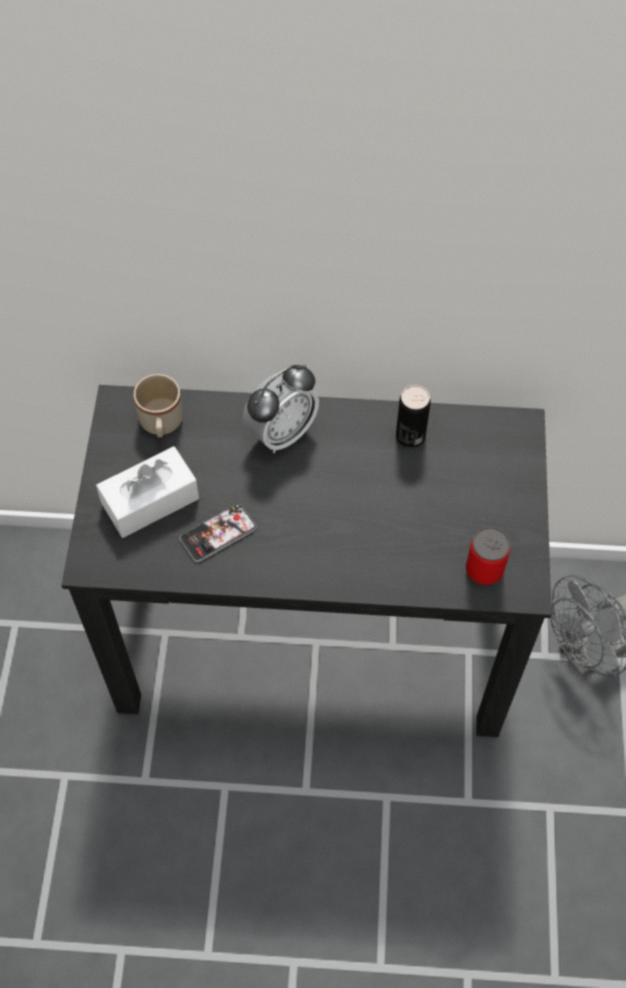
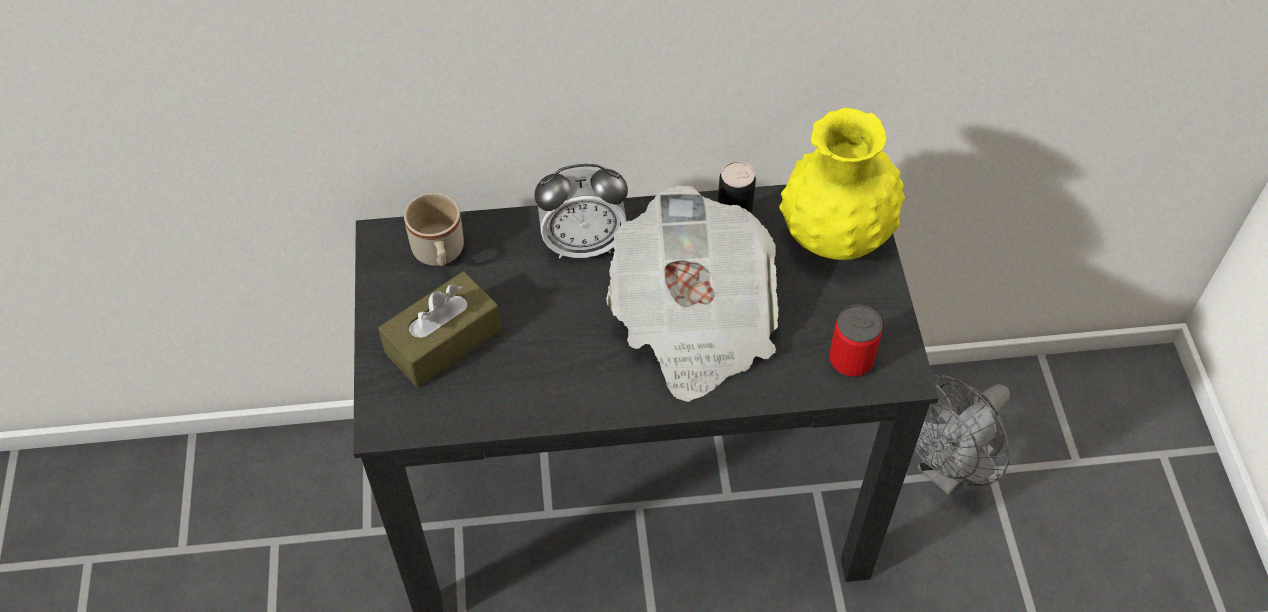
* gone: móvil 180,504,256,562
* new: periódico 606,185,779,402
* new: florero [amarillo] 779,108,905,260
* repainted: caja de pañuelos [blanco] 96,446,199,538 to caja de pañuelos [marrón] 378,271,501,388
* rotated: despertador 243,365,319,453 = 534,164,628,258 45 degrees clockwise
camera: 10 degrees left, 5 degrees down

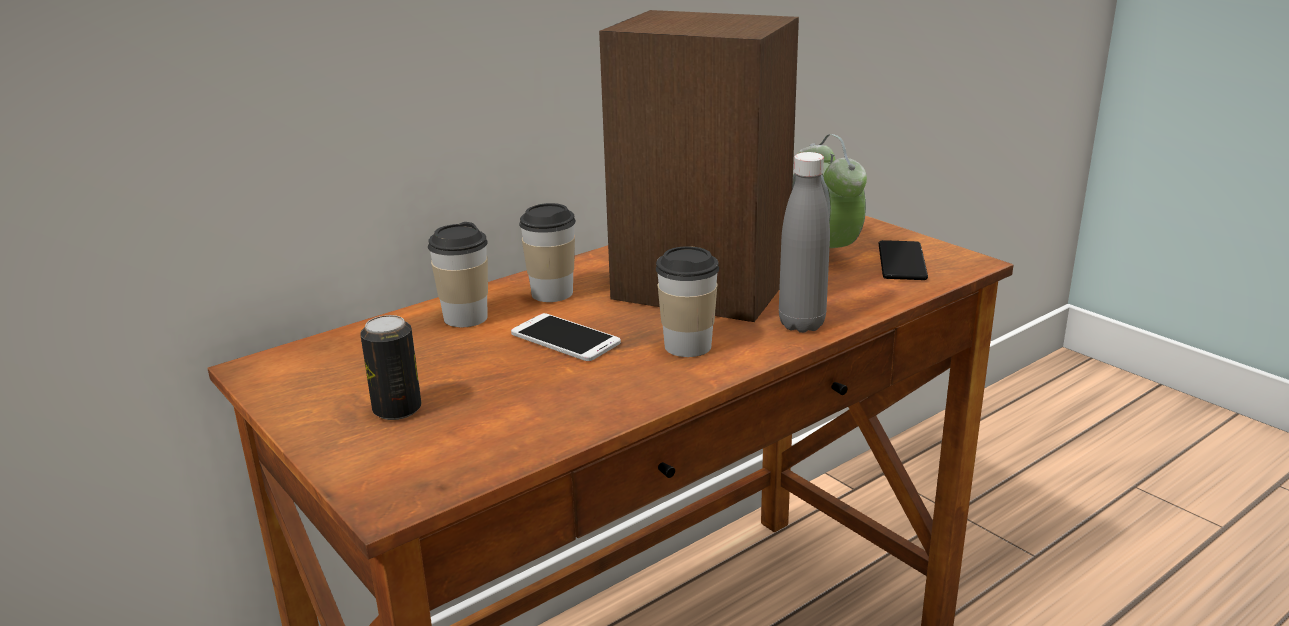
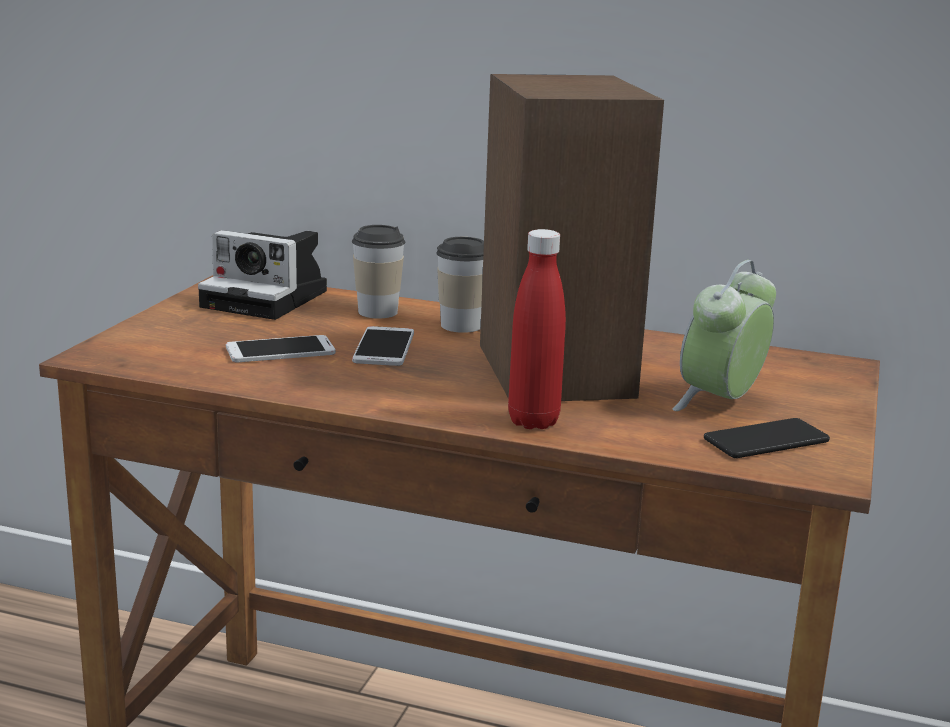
* gone: lata 360,315,421,420
* gone: taza 656,246,719,357
* new: cámara 198,230,327,320
* new: móvil 226,335,336,362
* repainted: botella [gris] 779,152,830,333 to botella [rojo] 508,229,566,429
camera: 55 degrees right, 5 degrees down

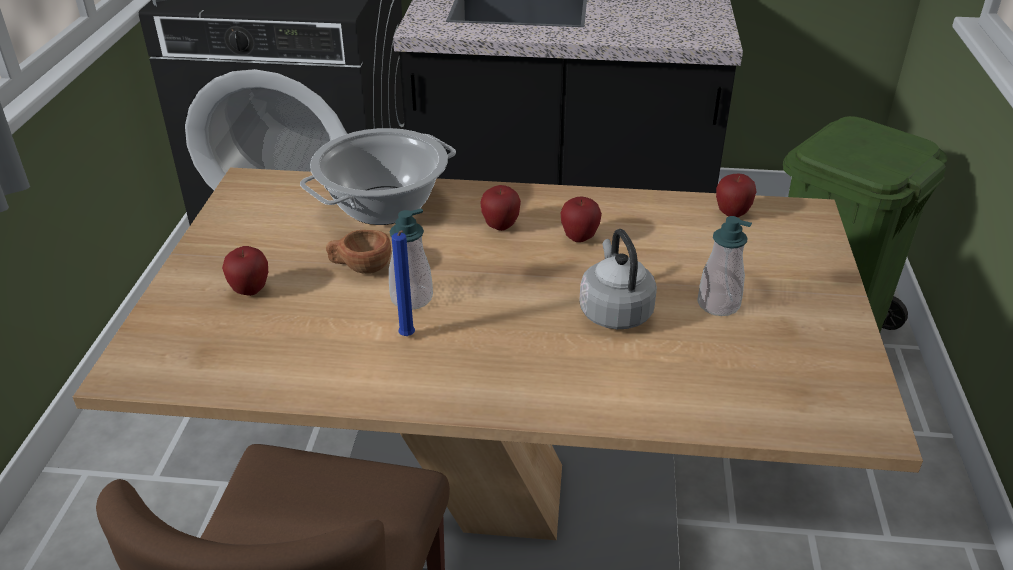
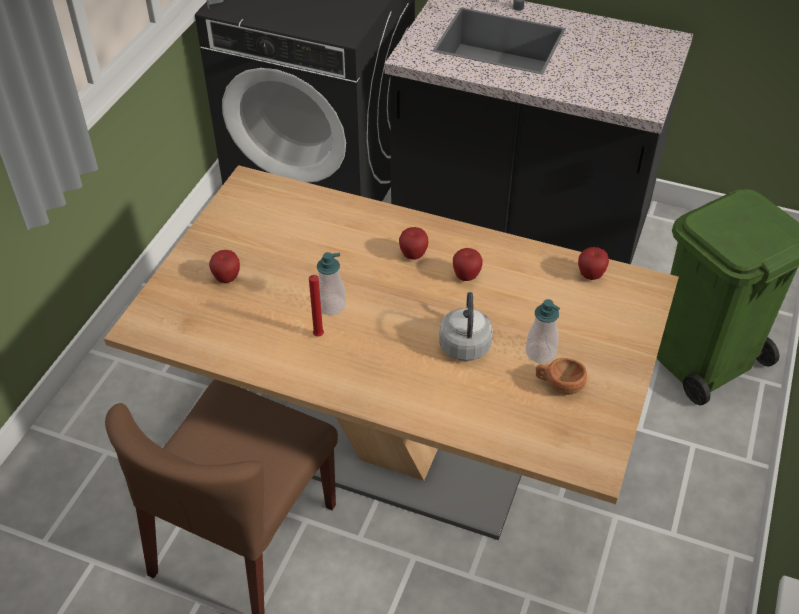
* gone: olla 300,128,456,225
* shifted: taza [marrón] 326,230,391,274 to 536,358,587,395
* repainted: vela [azul] 392,230,415,336 to vela [rojo] 309,275,324,337
camera: 15 degrees right, 10 degrees up

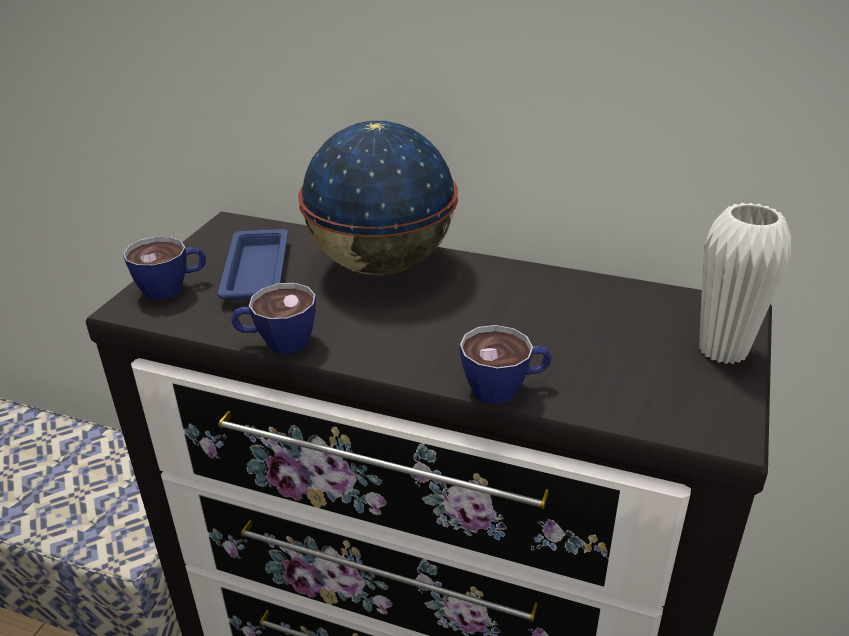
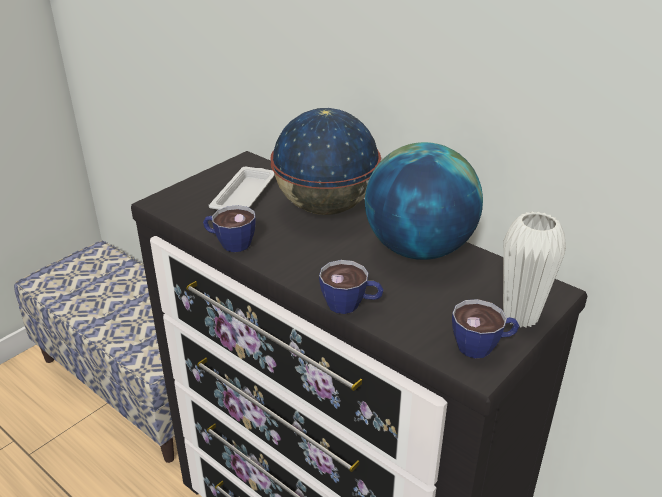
* new: globo terráqueo 365,142,483,260
* shifted: taza 123,236,206,300 to 452,299,519,358
* repainted: bandeja [azul] 217,229,288,301 to bandeja [blanco] 209,167,275,210
camera: 20 degrees right, 0 degrees up

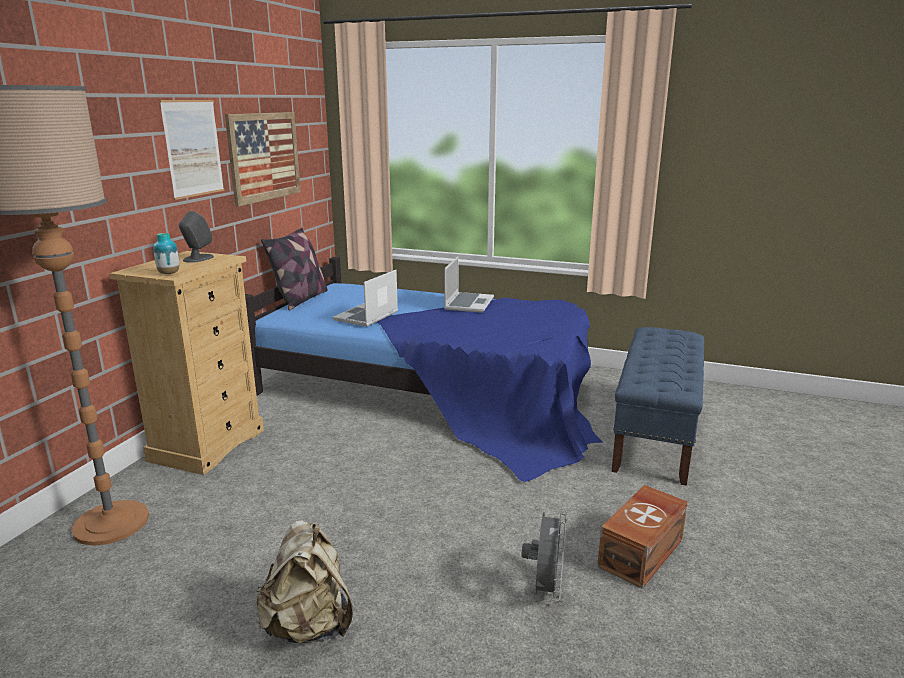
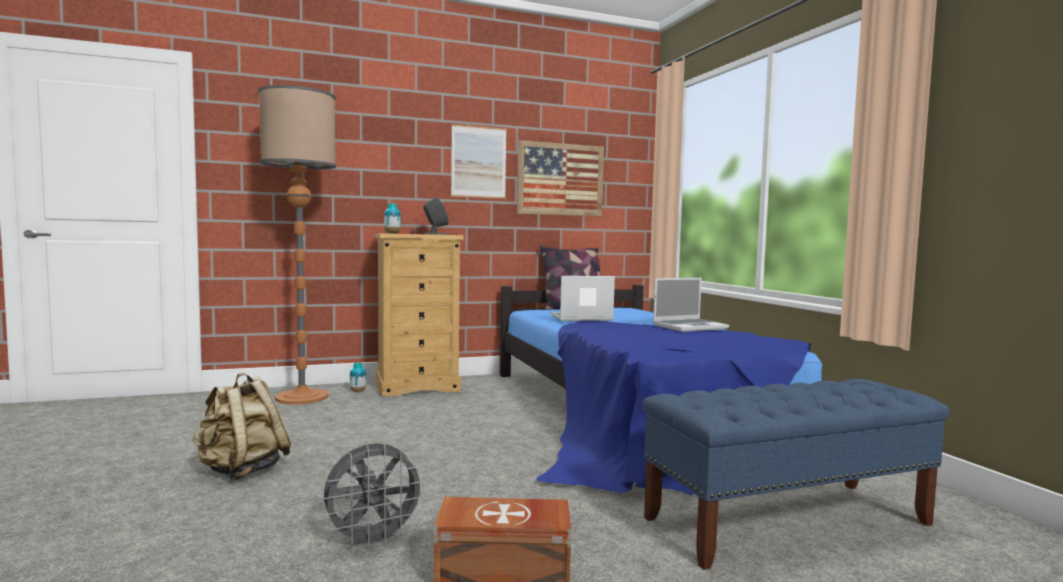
* new: florero 350,362,366,392
camera: 50 degrees right, 15 degrees down

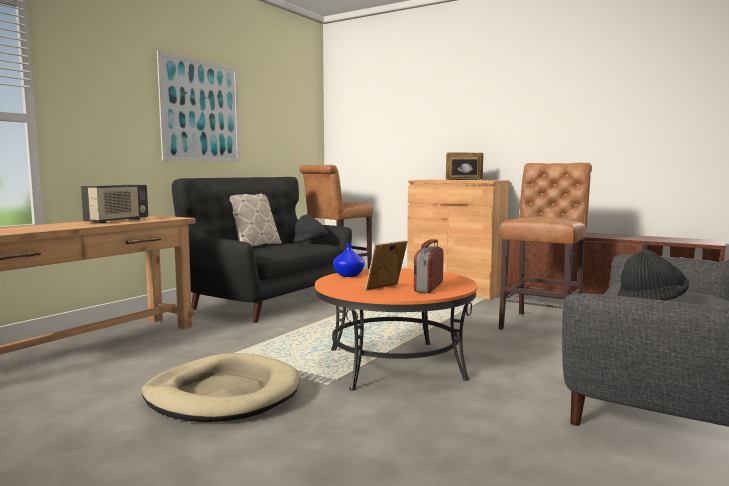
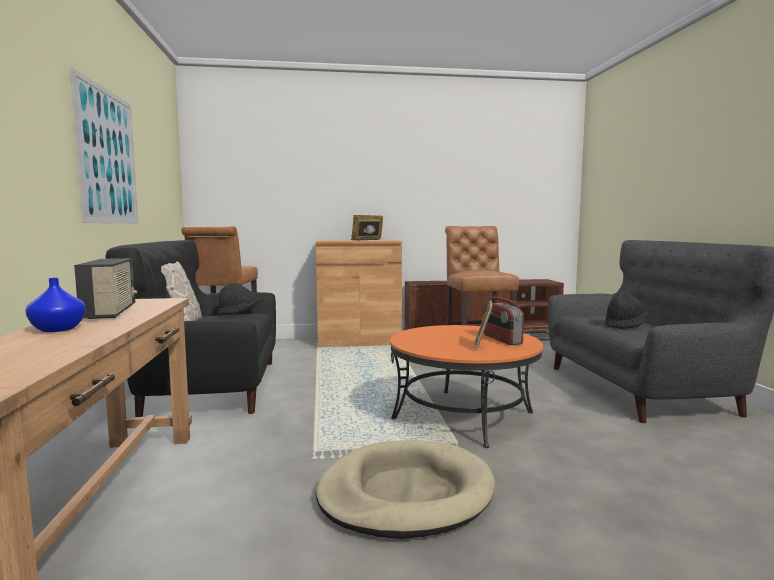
* shifted: florero [azul] 333,243,365,277 to 25,278,85,332
camera: 40 degrees left, 0 degrees up

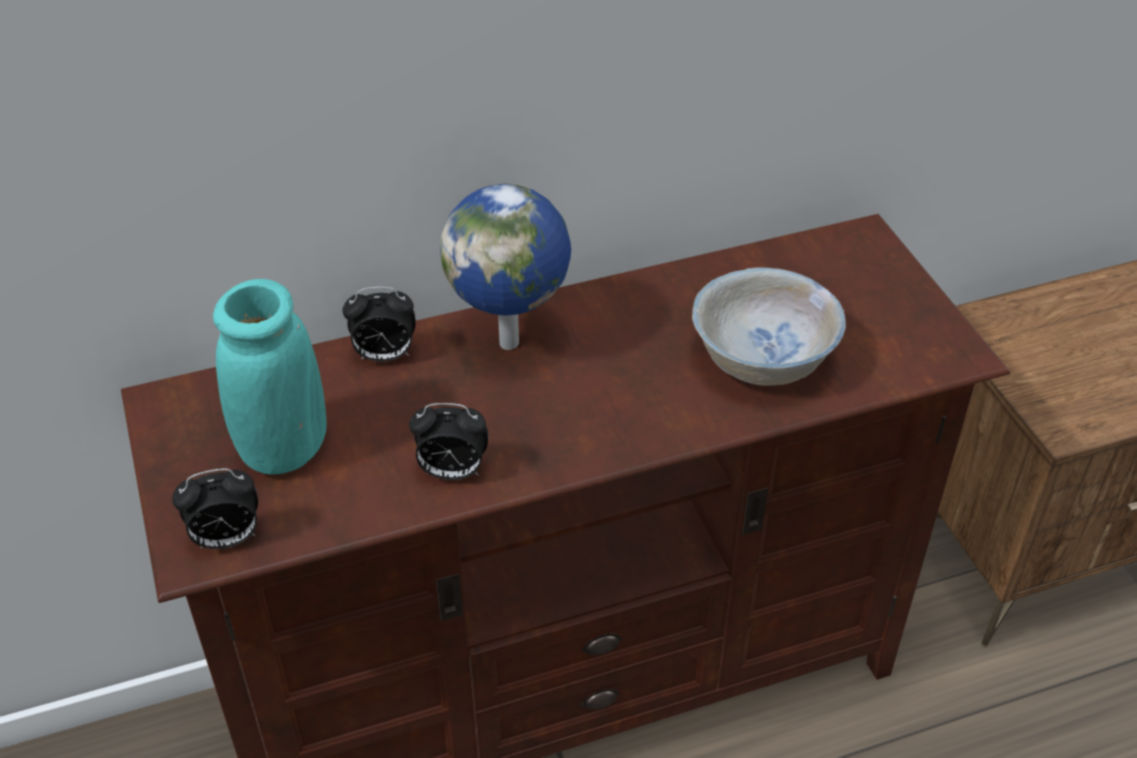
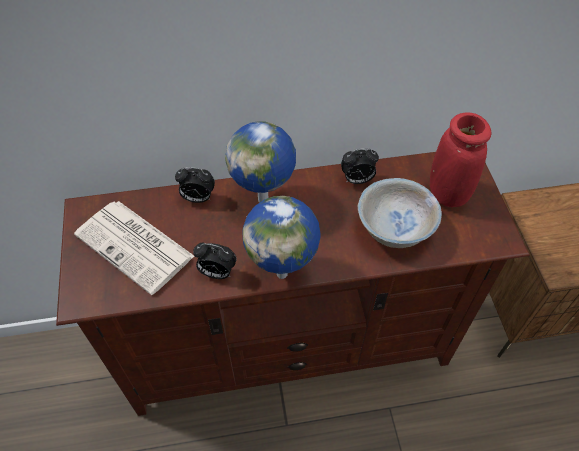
* new: globo terráqueo 242,196,321,279
* new: florero [rojo] 430,112,491,207
* shifted: despertador 172,468,258,549 to 341,148,379,184
* swapped: florero [turquesa] 213,279,327,475 to periódico 74,201,194,295
camera: 10 degrees right, 10 degrees up

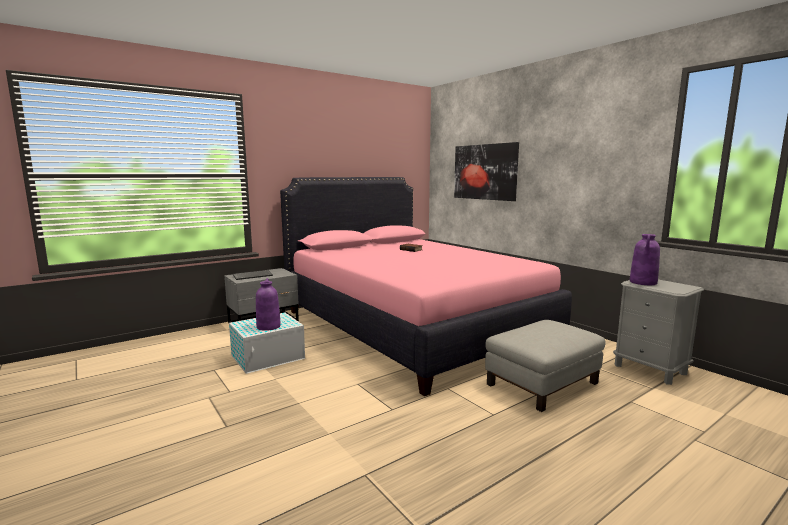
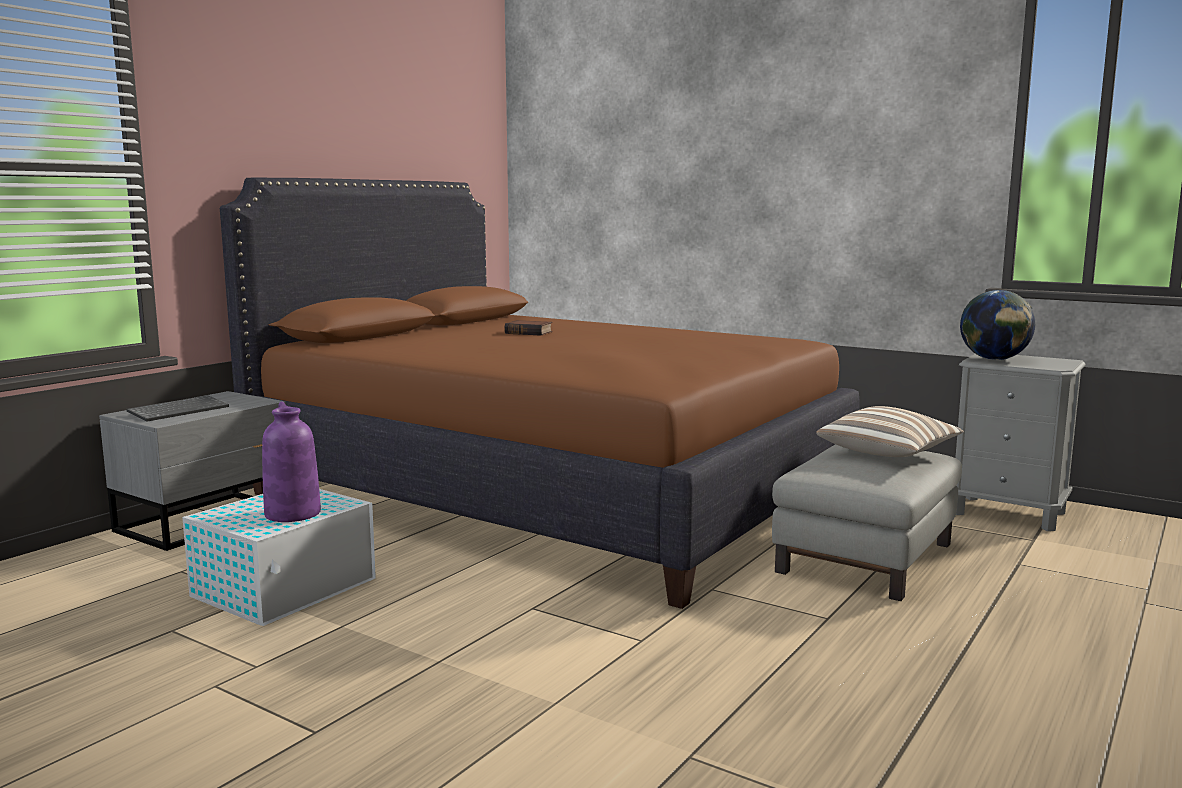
* gone: cuadro 454,142,519,201
* new: cojín 816,406,964,457
* swapped: florero [morado] 630,234,660,285 to globo terráqueo 960,290,1035,360
* repainted: cama [rosa] 280,177,572,396 to cama [marrón] 220,178,860,609
camera: 20 degrees left, 0 degrees up

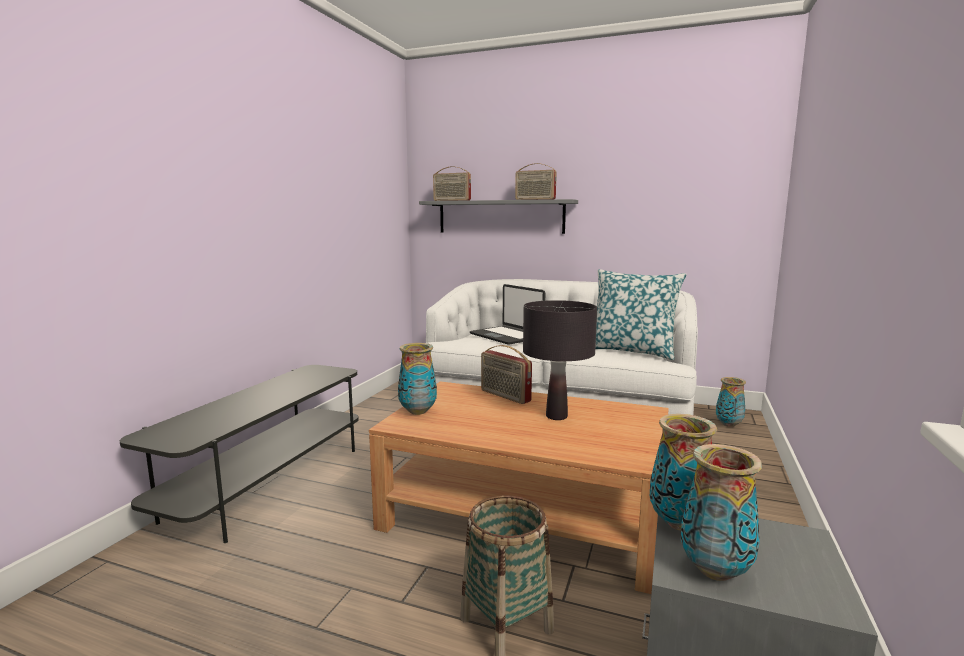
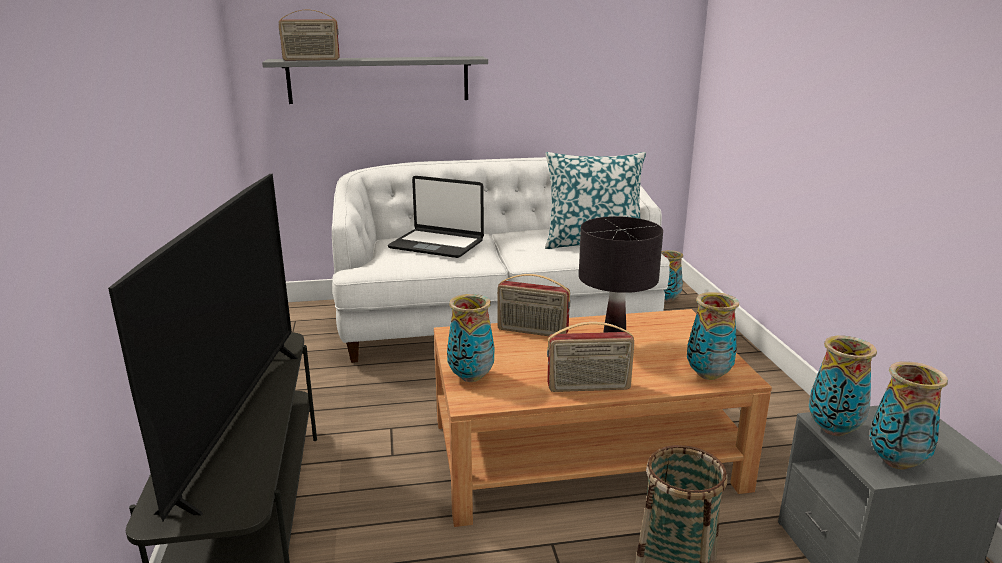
* new: televisor 108,174,298,521
* new: florero 687,292,739,380
* shifted: radio 515,163,557,200 to 547,322,634,392
camera: 30 degrees left, 10 degrees up

